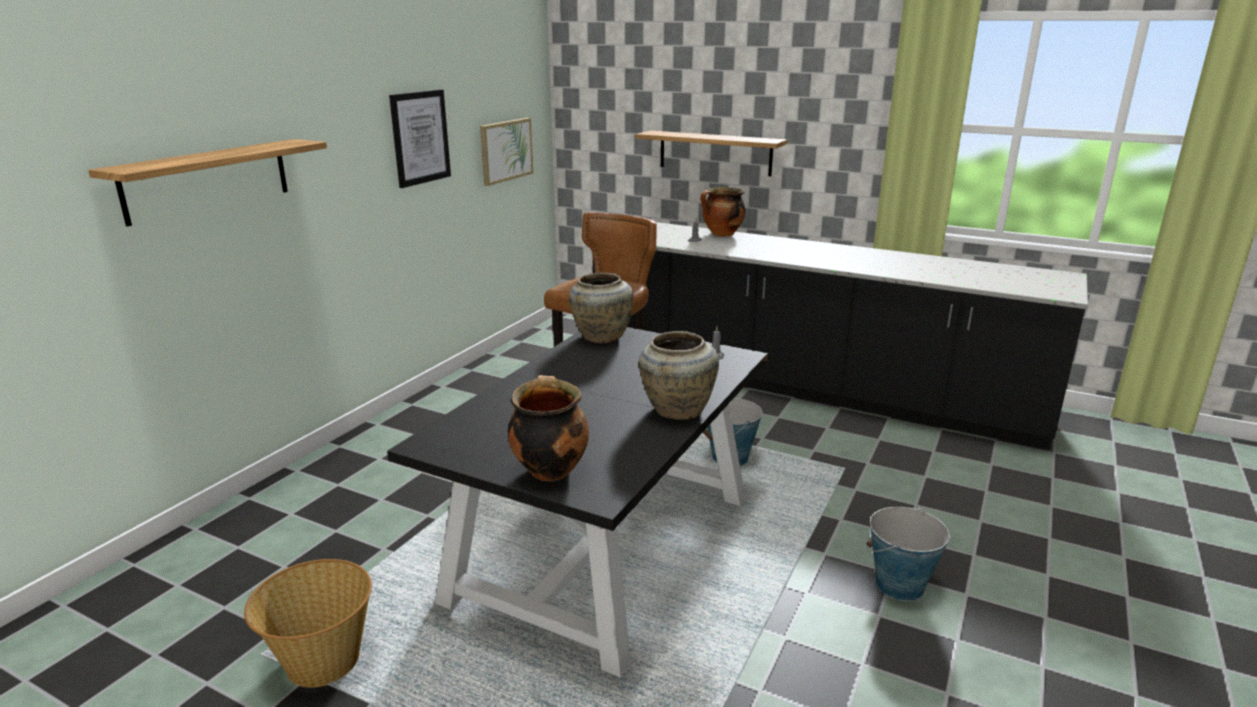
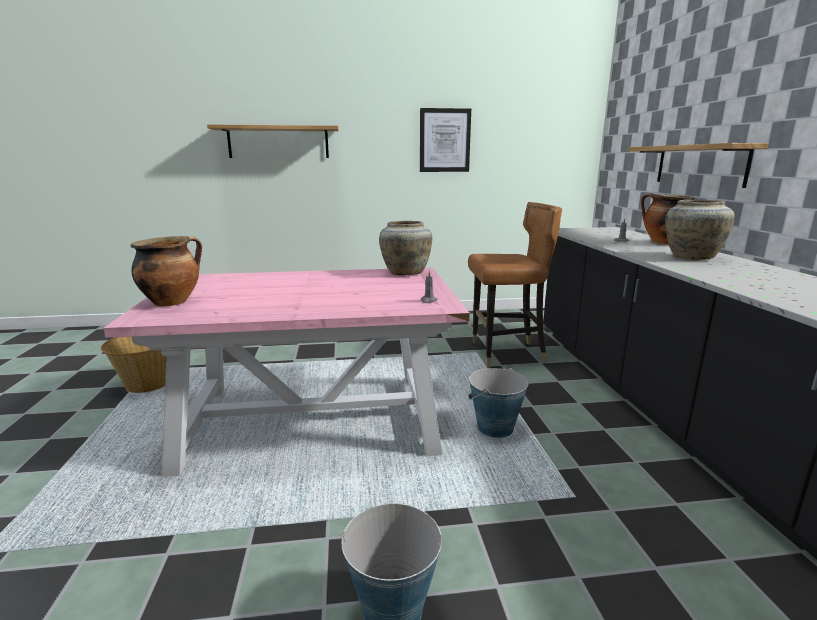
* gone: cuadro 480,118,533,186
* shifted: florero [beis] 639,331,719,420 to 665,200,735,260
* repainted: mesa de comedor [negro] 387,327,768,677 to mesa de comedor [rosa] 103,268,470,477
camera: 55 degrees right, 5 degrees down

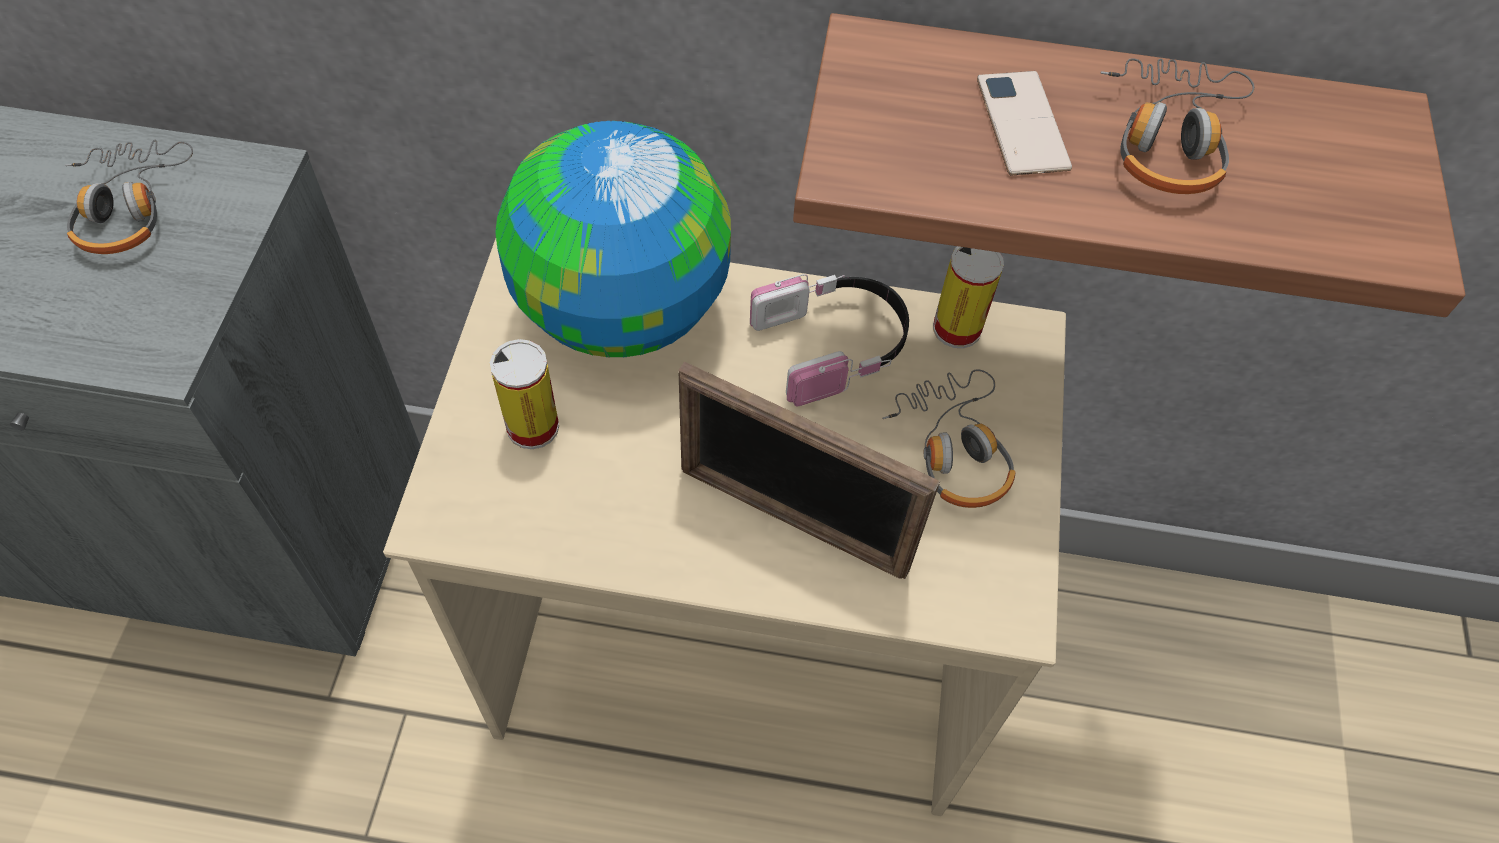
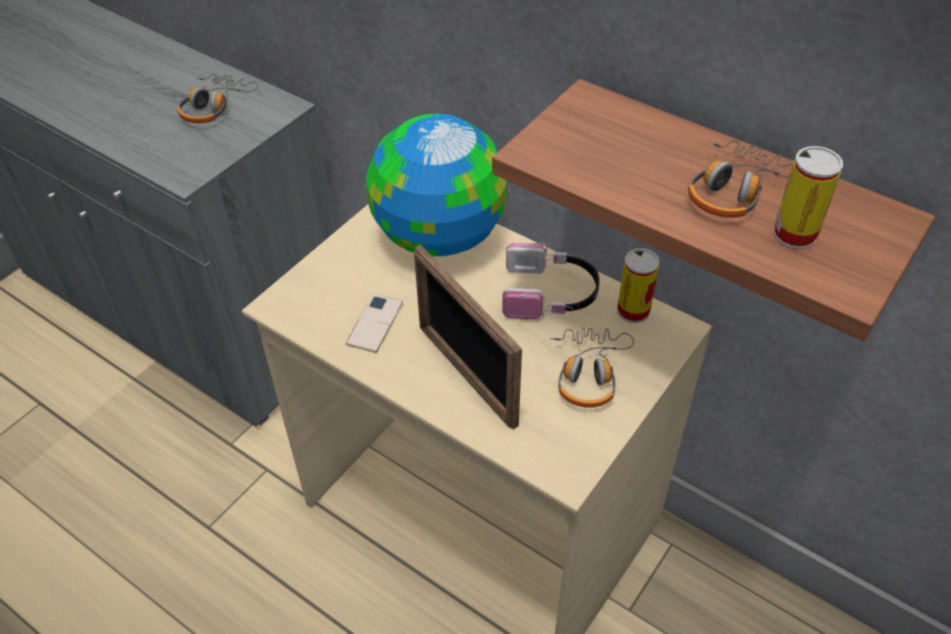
* shifted: lata 490,339,559,449 to 773,146,843,249
* shifted: móvil 977,71,1072,176 to 346,294,403,353
camera: 30 degrees right, 10 degrees down

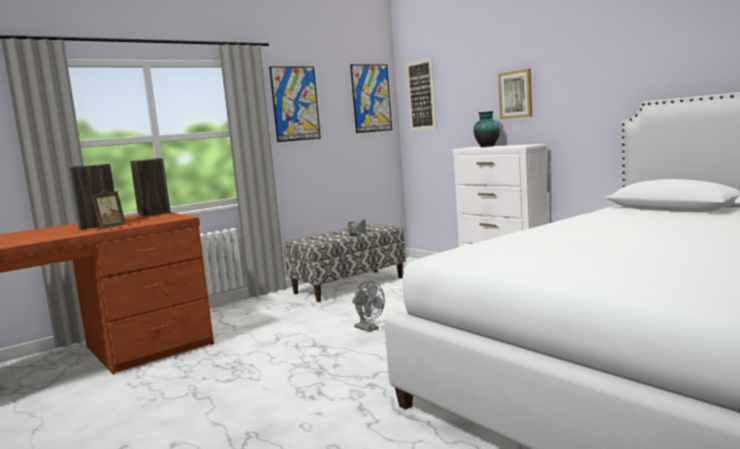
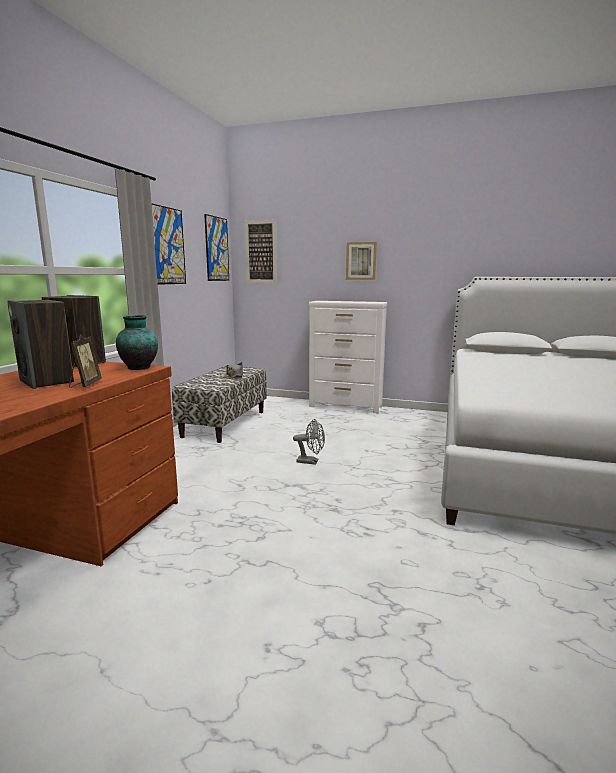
* shifted: florero 474,111,500,147 to 116,315,158,370
camera: 35 degrees left, 5 degrees up

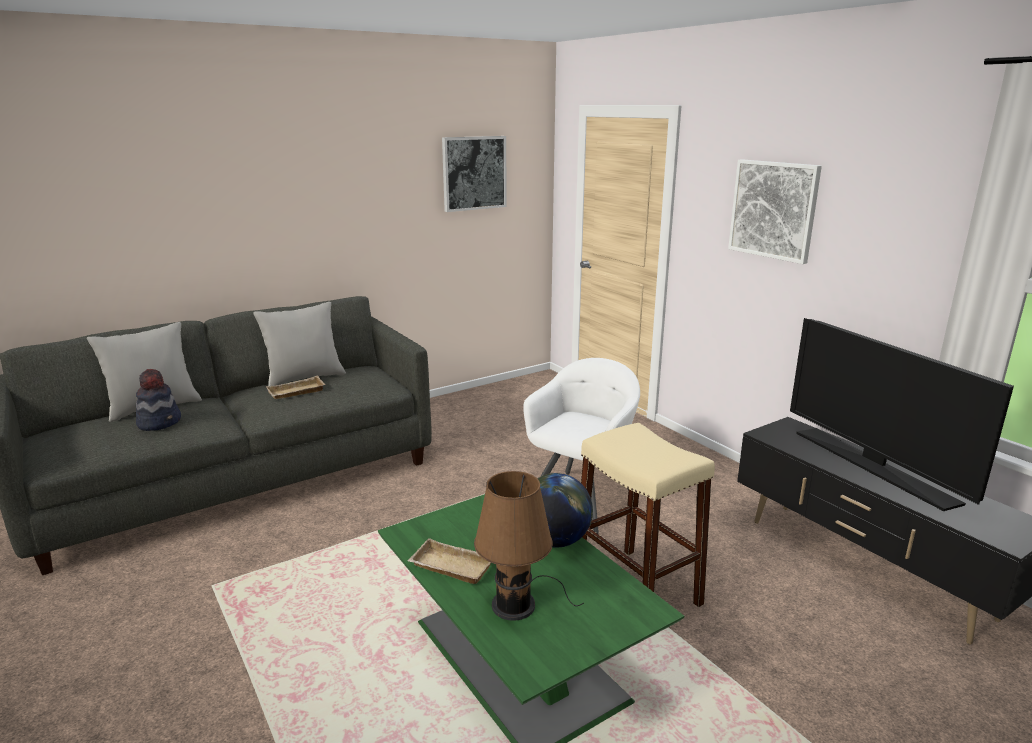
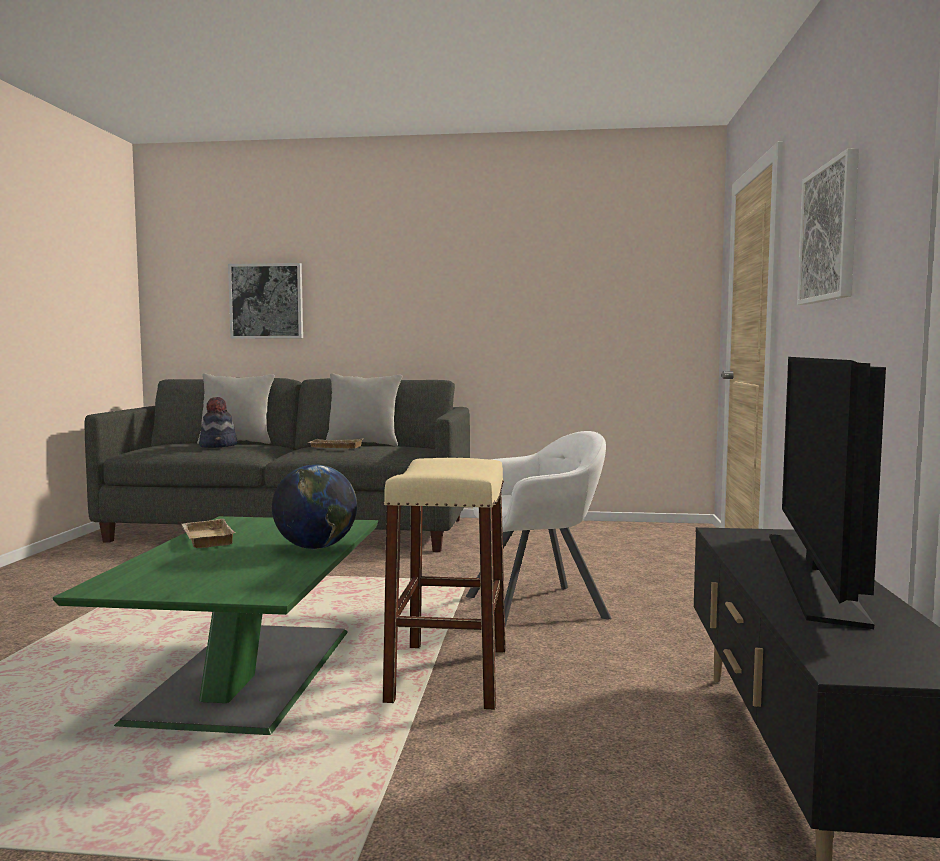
* gone: lámpara de mesa [marrón] 474,471,584,621
* shifted: cuadro 442,136,507,212 to 228,263,303,339
camera: 40 degrees right, 15 degrees down

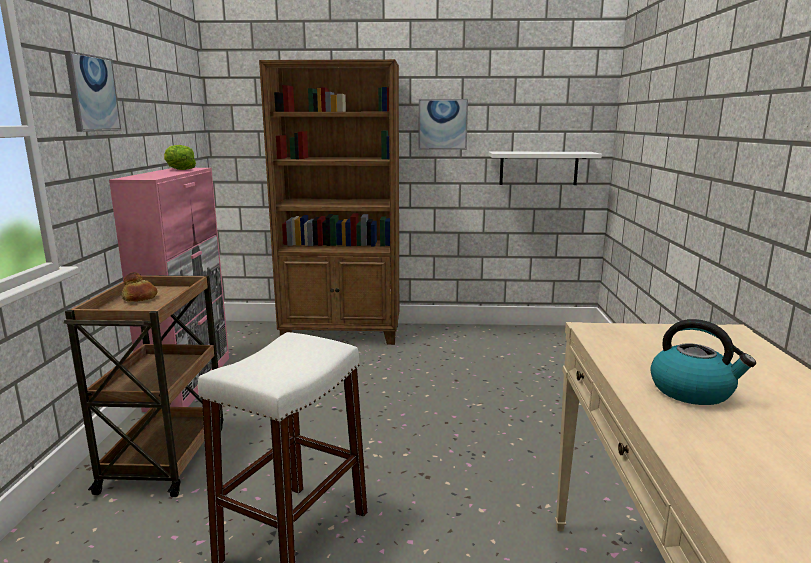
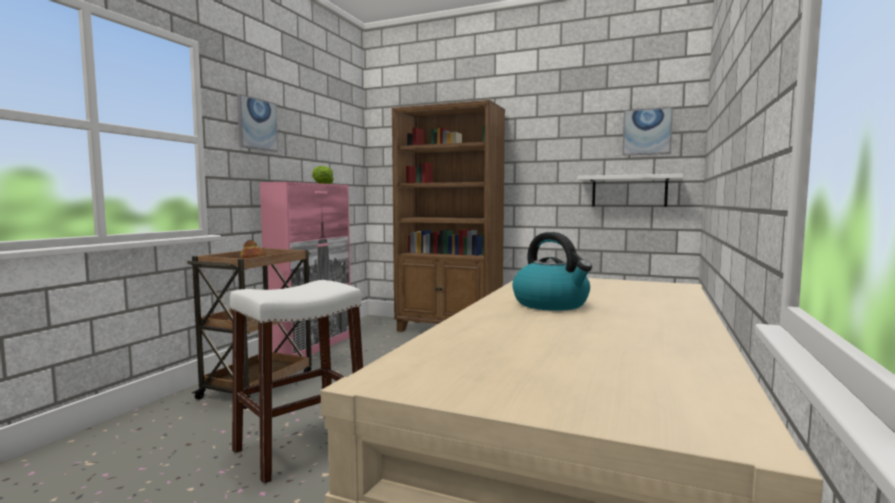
* shifted: cuadro 418,99,468,150 to 622,107,673,156
camera: 20 degrees right, 10 degrees down

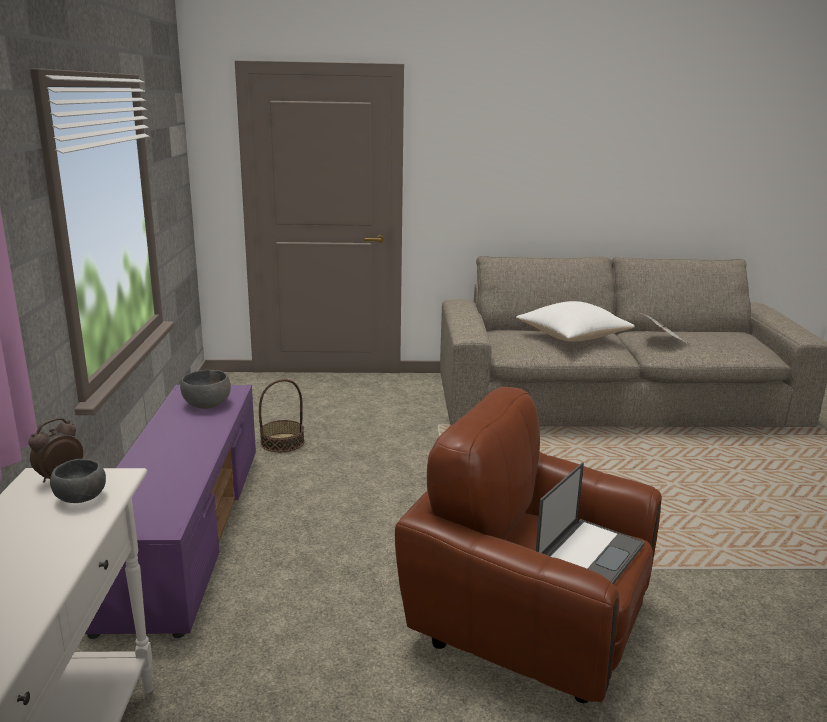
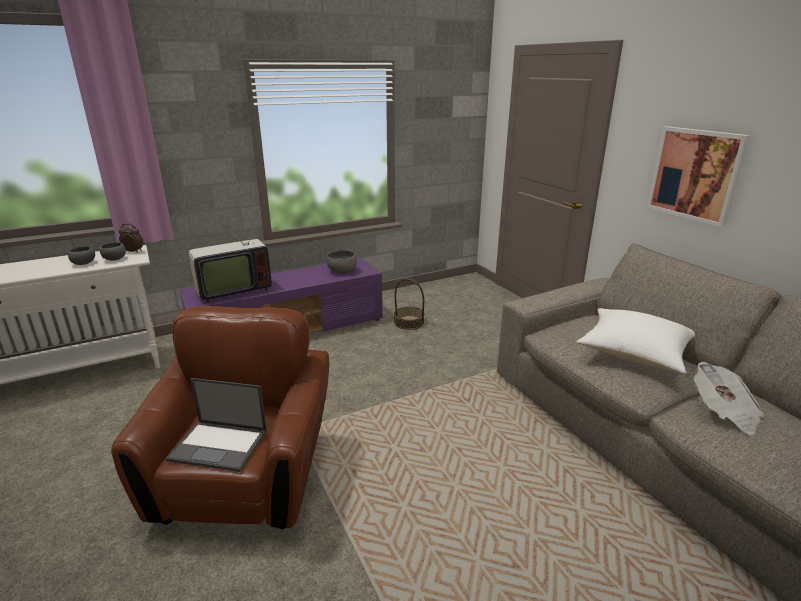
* new: cuenco [gris] 68,246,95,265
* new: televisor 188,209,272,303
* new: cuadro 647,126,750,227
camera: 65 degrees right, 5 degrees up

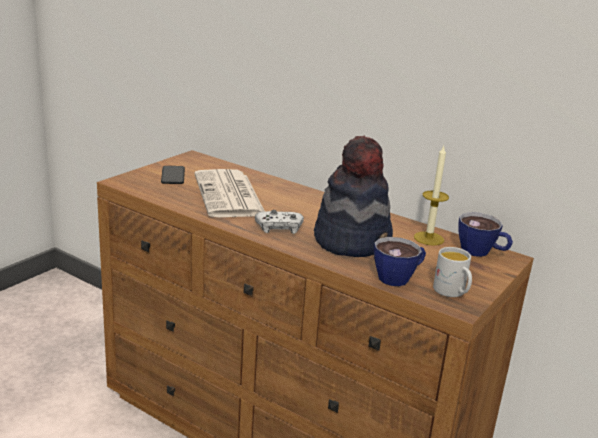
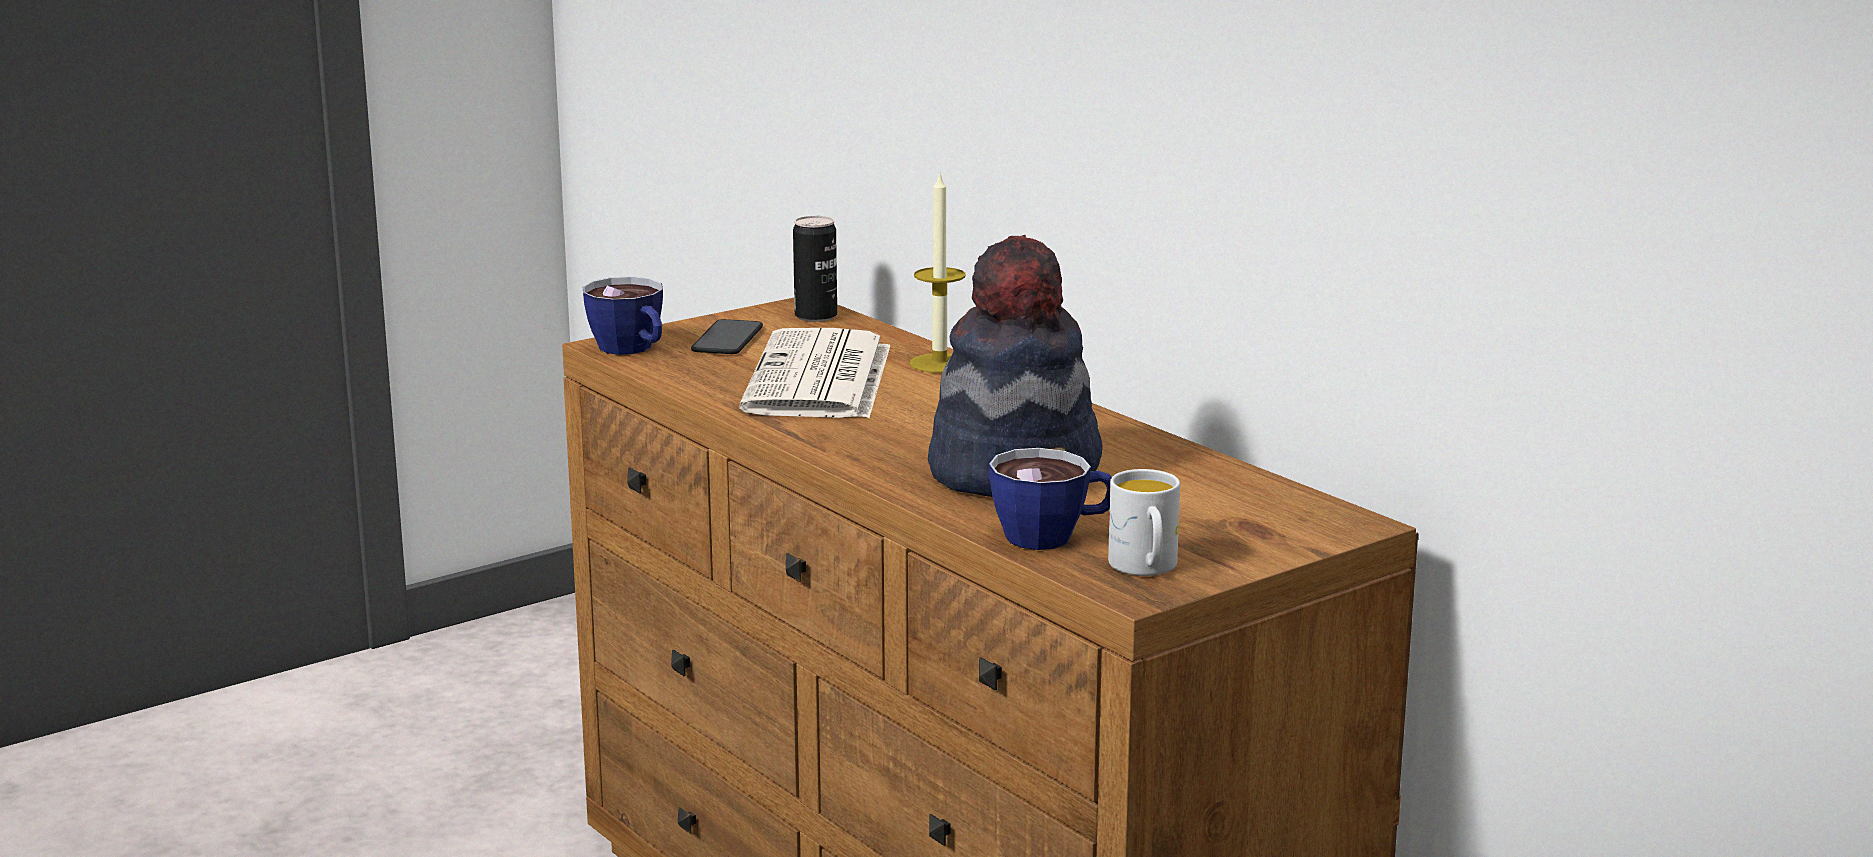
* gone: mando de consola [blanco] 255,210,304,234
* new: lata 793,216,837,322
* shifted: vela 414,146,449,246 to 910,171,966,373
* shifted: taza 458,212,513,257 to 583,276,663,355
camera: 20 degrees right, 5 degrees down

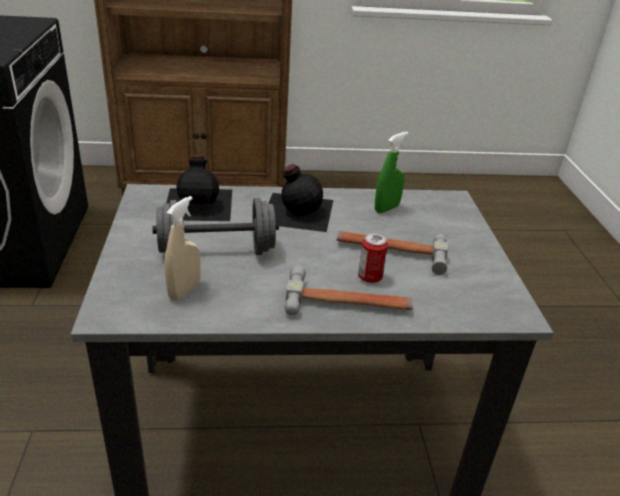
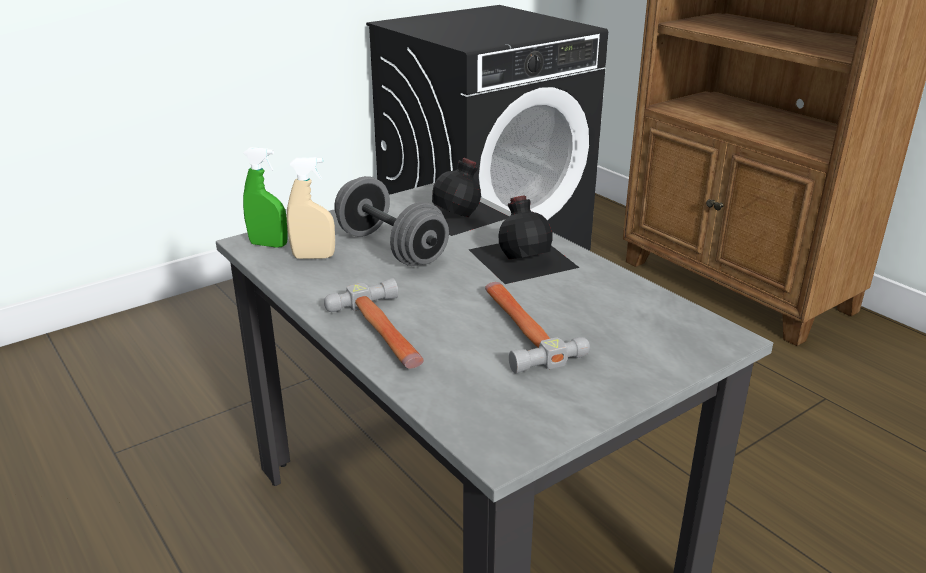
* gone: lata 358,233,388,283
* shifted: pulverizador [verde] 375,132,408,213 to 243,147,287,248
camera: 60 degrees right, 5 degrees down

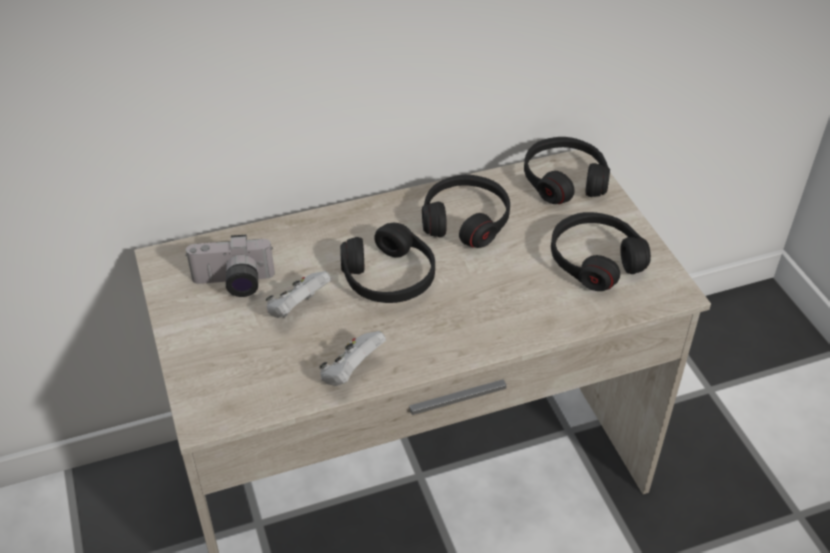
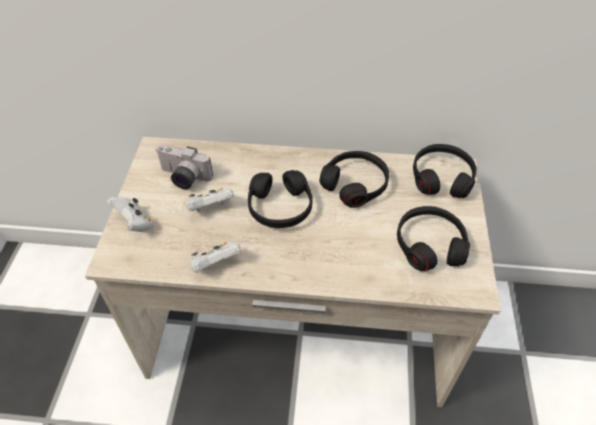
* new: mando de consola [blanco] 107,197,154,232
camera: 25 degrees right, 5 degrees up

